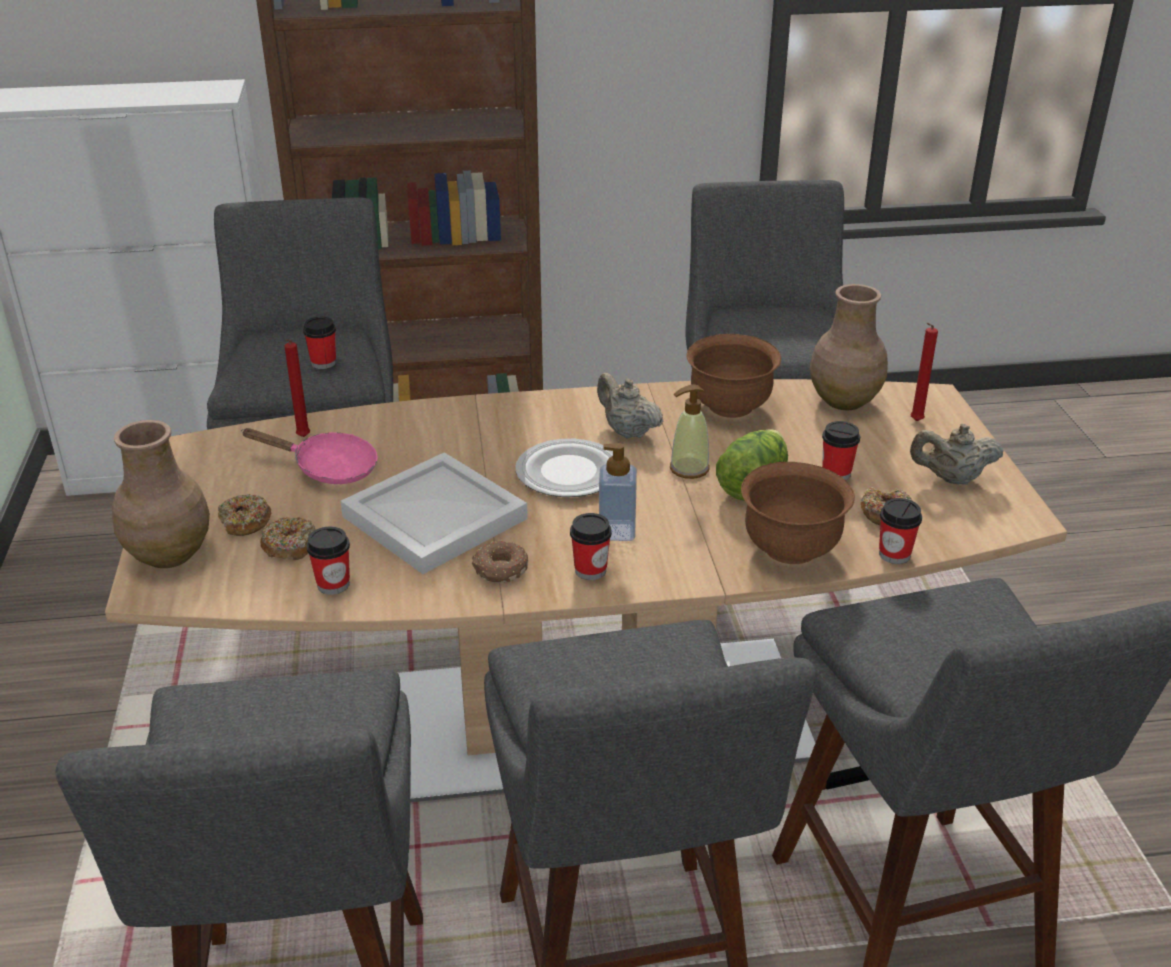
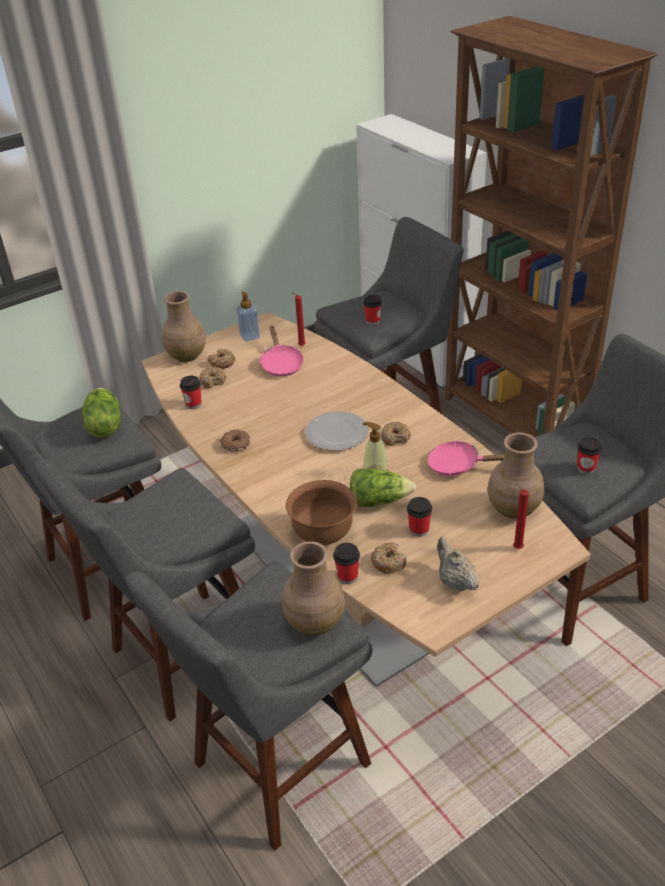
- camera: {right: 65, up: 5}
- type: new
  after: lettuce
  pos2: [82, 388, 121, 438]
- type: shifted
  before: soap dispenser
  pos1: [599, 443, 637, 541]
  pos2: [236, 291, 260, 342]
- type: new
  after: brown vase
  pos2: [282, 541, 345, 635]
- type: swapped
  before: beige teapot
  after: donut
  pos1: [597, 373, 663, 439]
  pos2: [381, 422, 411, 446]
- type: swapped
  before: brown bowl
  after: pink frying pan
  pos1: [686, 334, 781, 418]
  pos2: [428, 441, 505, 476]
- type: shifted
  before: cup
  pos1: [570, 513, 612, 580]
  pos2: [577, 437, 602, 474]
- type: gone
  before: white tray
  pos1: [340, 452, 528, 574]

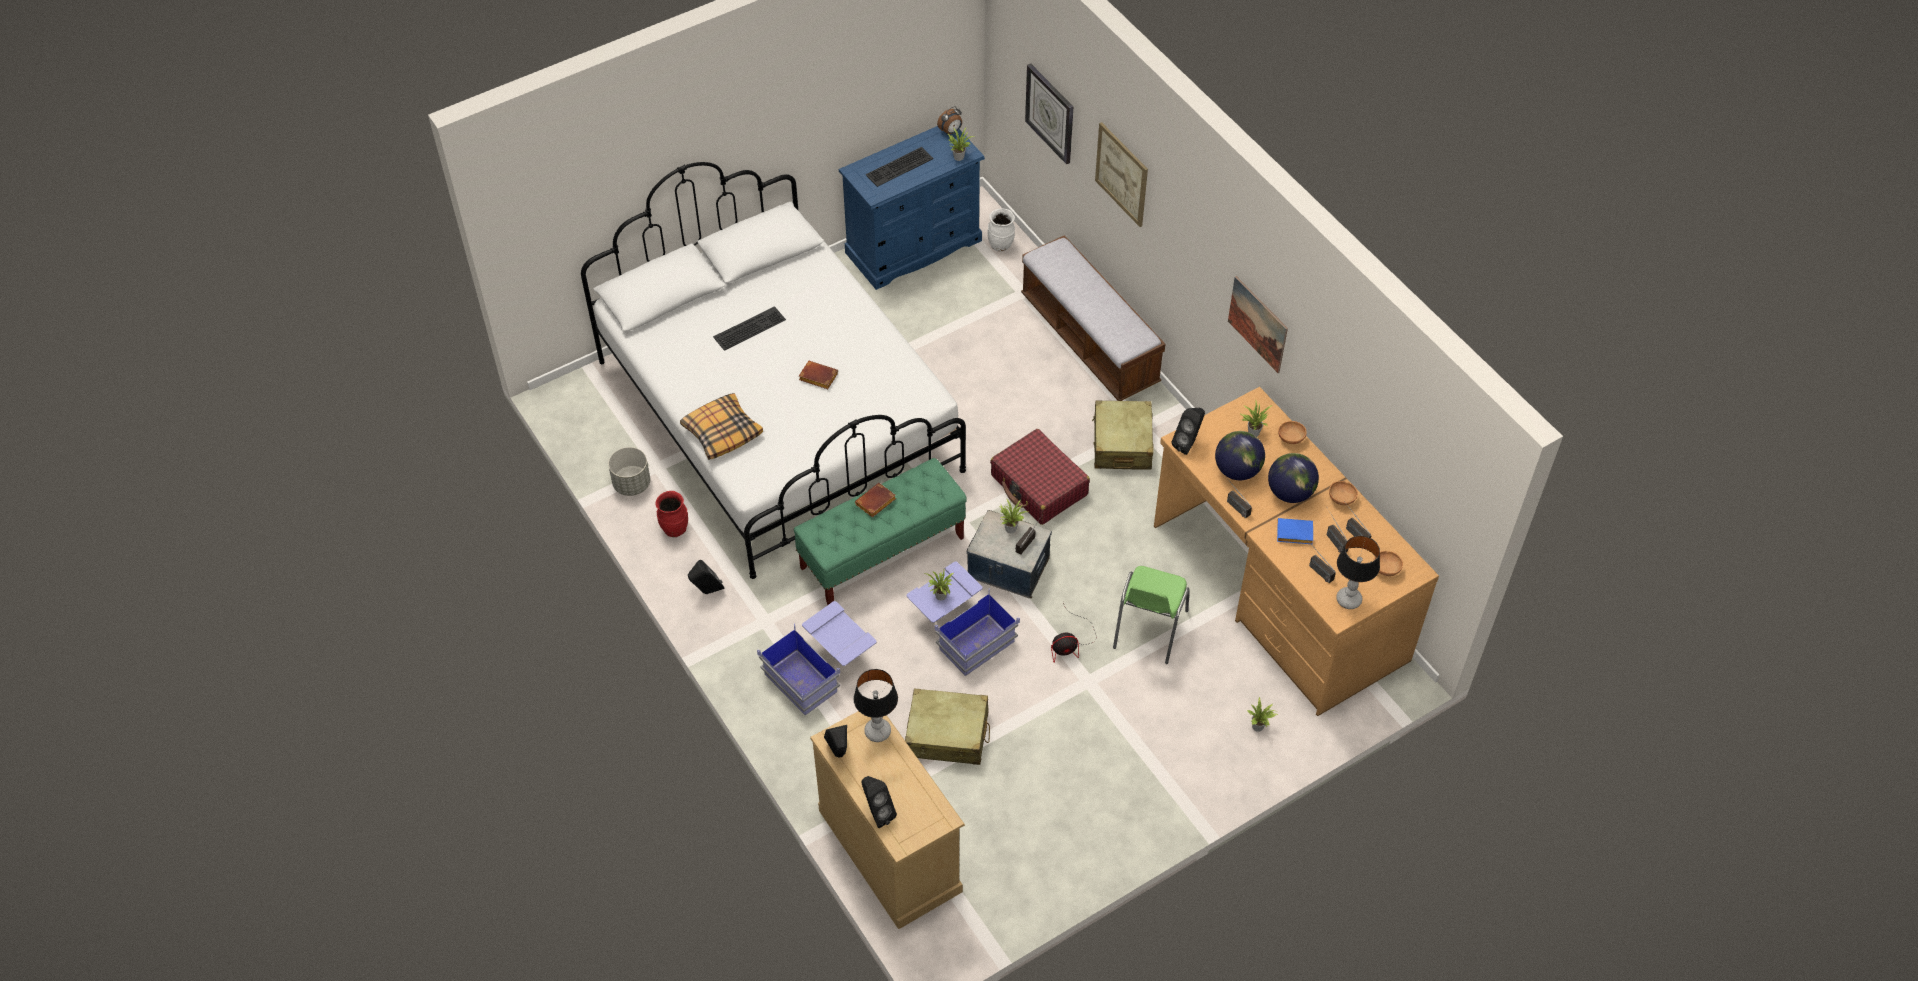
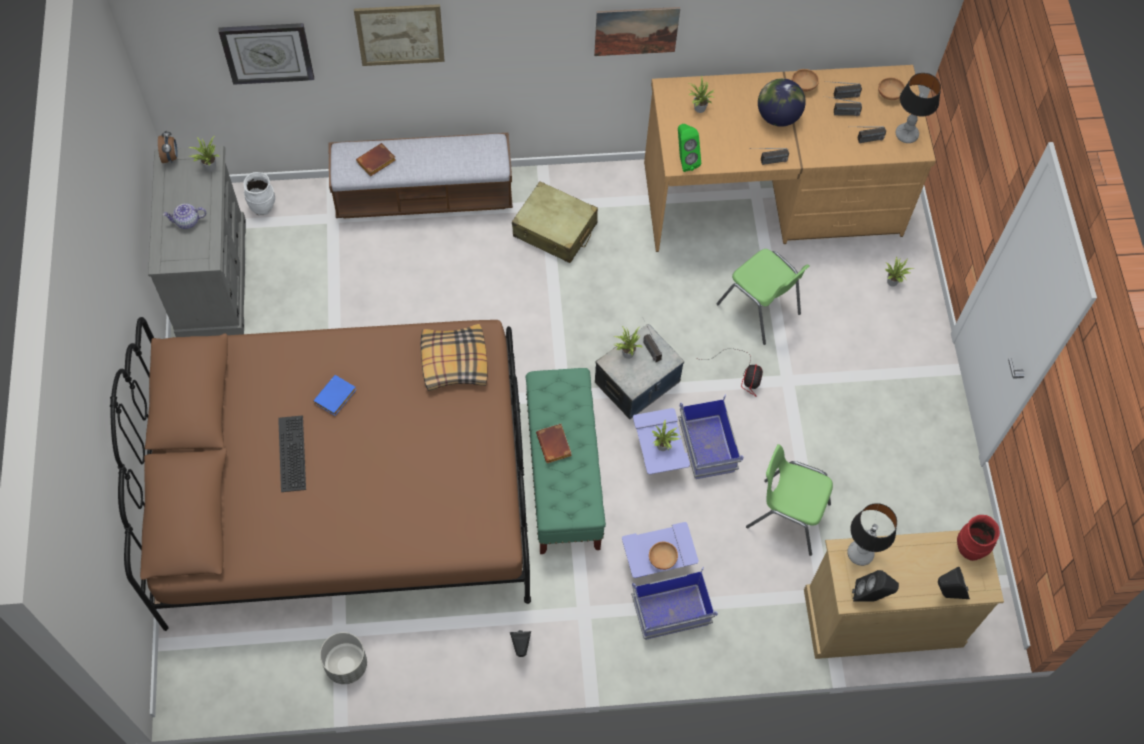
- camera: {right: -65, up: 10}
- type: repainted
  before: white bed
  after: brown bed
  pos1: [581, 162, 966, 579]
  pos2: [110, 317, 531, 631]
- type: repainted
  before: blue dresser
  after: grey dresser
  pos1: [839, 126, 985, 290]
  pos2: [148, 146, 246, 337]
- type: swapped
  before: keyboard
  after: teapot
  pos1: [866, 147, 934, 187]
  pos2: [163, 203, 206, 229]
- type: shifted
  before: blue book
  pos1: [1277, 518, 1313, 544]
  pos2: [313, 375, 356, 416]
- type: shifted
  before: brown book
  pos1: [799, 361, 838, 389]
  pos2: [356, 143, 396, 177]
- type: shifted
  before: pillow
  pos1: [680, 393, 763, 460]
  pos2: [421, 324, 488, 391]
- type: shifted
  before: brown bowl
  pos1: [1278, 421, 1307, 444]
  pos2: [649, 542, 678, 570]
- type: repainted
  before: black speaker
  after: green speaker
  pos1: [1171, 408, 1205, 455]
  pos2: [678, 124, 701, 172]
- type: swapped
  before: beige suitcase
  after: green chair
  pos1: [905, 689, 990, 765]
  pos2: [746, 444, 833, 556]
- type: shifted
  before: red vase
  pos1: [655, 491, 688, 537]
  pos2: [957, 515, 1000, 561]
- type: gone
  before: red suitcase
  pos1: [990, 429, 1090, 525]
- type: gone
  before: globe
  pos1: [1215, 431, 1265, 480]

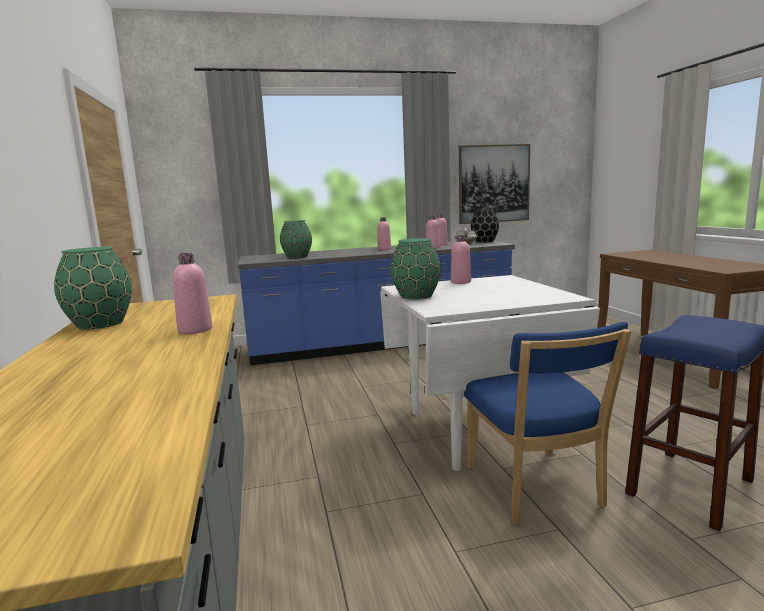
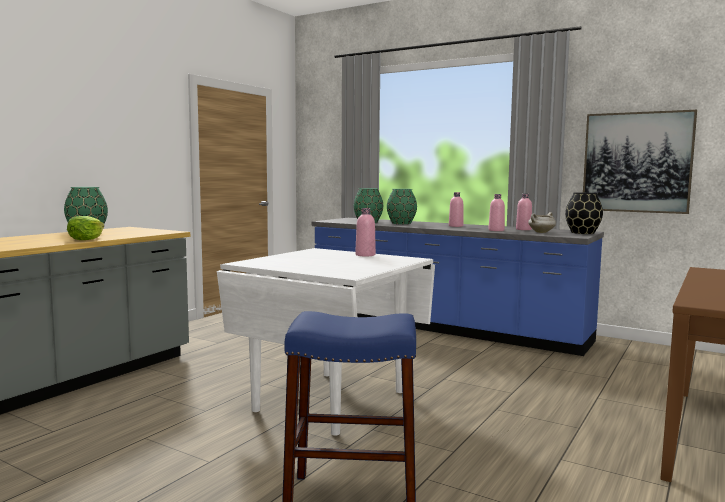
- camera: {right: 45, up: -5}
- type: swapped
  before: pink bottle
  after: lettuce
  pos1: [172, 253, 213, 334]
  pos2: [67, 216, 104, 240]
- type: shifted
  before: green vase
  pos1: [391, 238, 441, 300]
  pos2: [387, 189, 417, 224]
- type: gone
  before: blue chair
  pos1: [464, 322, 631, 525]

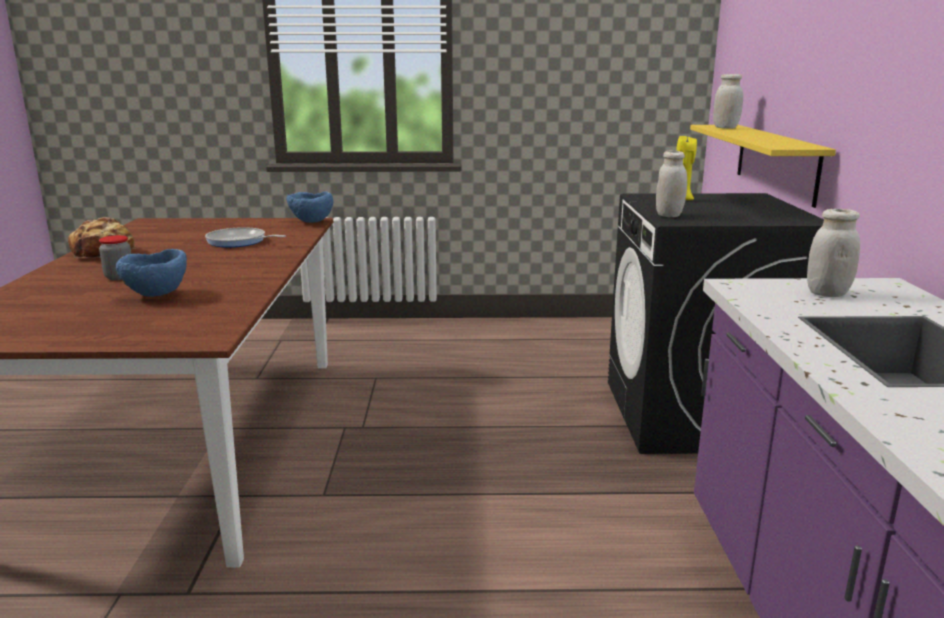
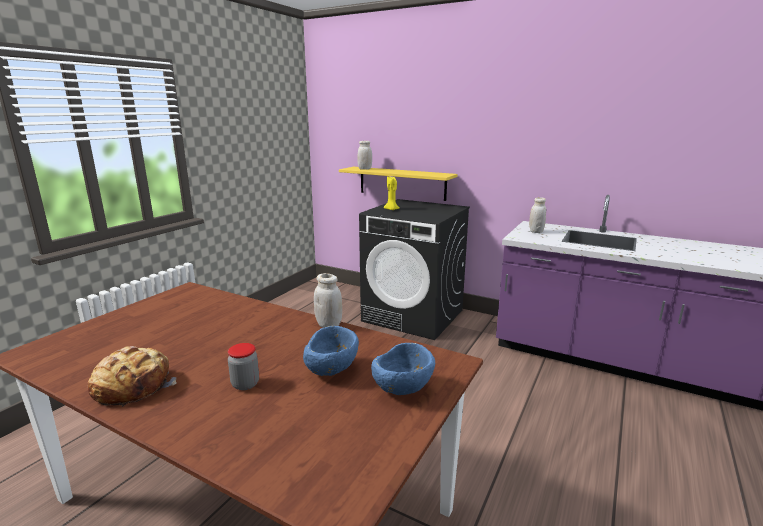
- camera: {right: -60, up: 0}
- type: shifted
  before: white jar
  pos1: [656, 150, 687, 217]
  pos2: [314, 273, 342, 328]
- type: shifted
  before: blue bowl
  pos1: [286, 191, 333, 223]
  pos2: [371, 343, 435, 395]
- type: gone
  before: frying pan
  pos1: [205, 227, 286, 248]

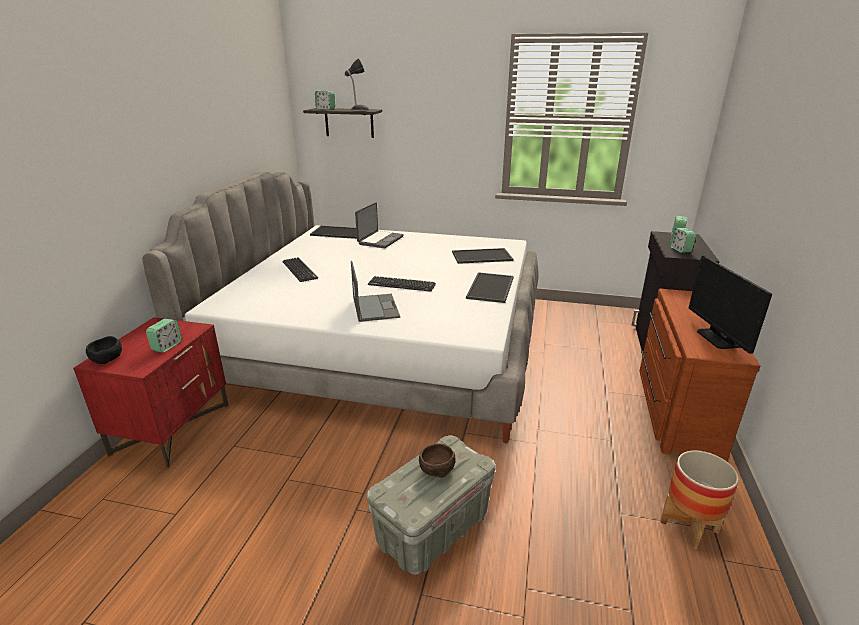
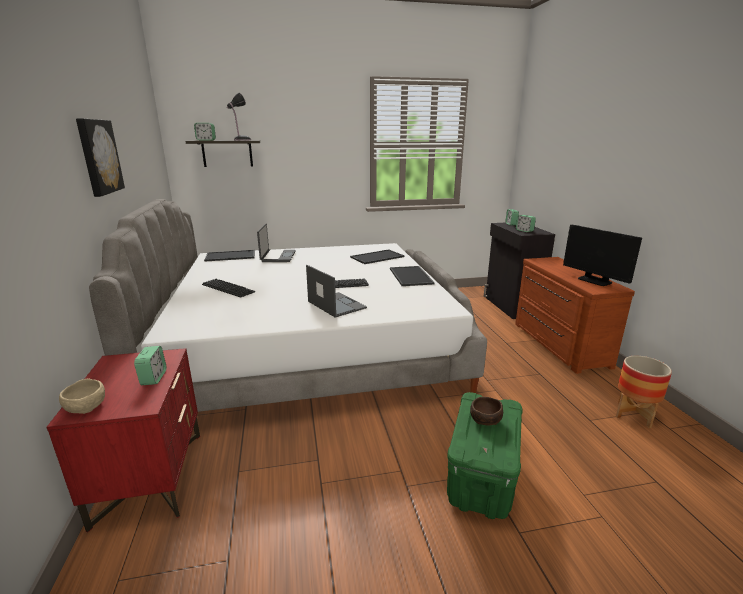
- camera: {right: -25, up: -5}
- type: repainted
  before: black bowl
  after: beige bowl
  pos1: [86, 336, 122, 364]
  pos2: [59, 378, 105, 414]
- type: new
  after: picture
  pos2: [76, 118, 125, 197]
- type: repainted
  before: grey storage box
  after: green storage box
  pos1: [367, 435, 496, 575]
  pos2: [447, 392, 523, 519]

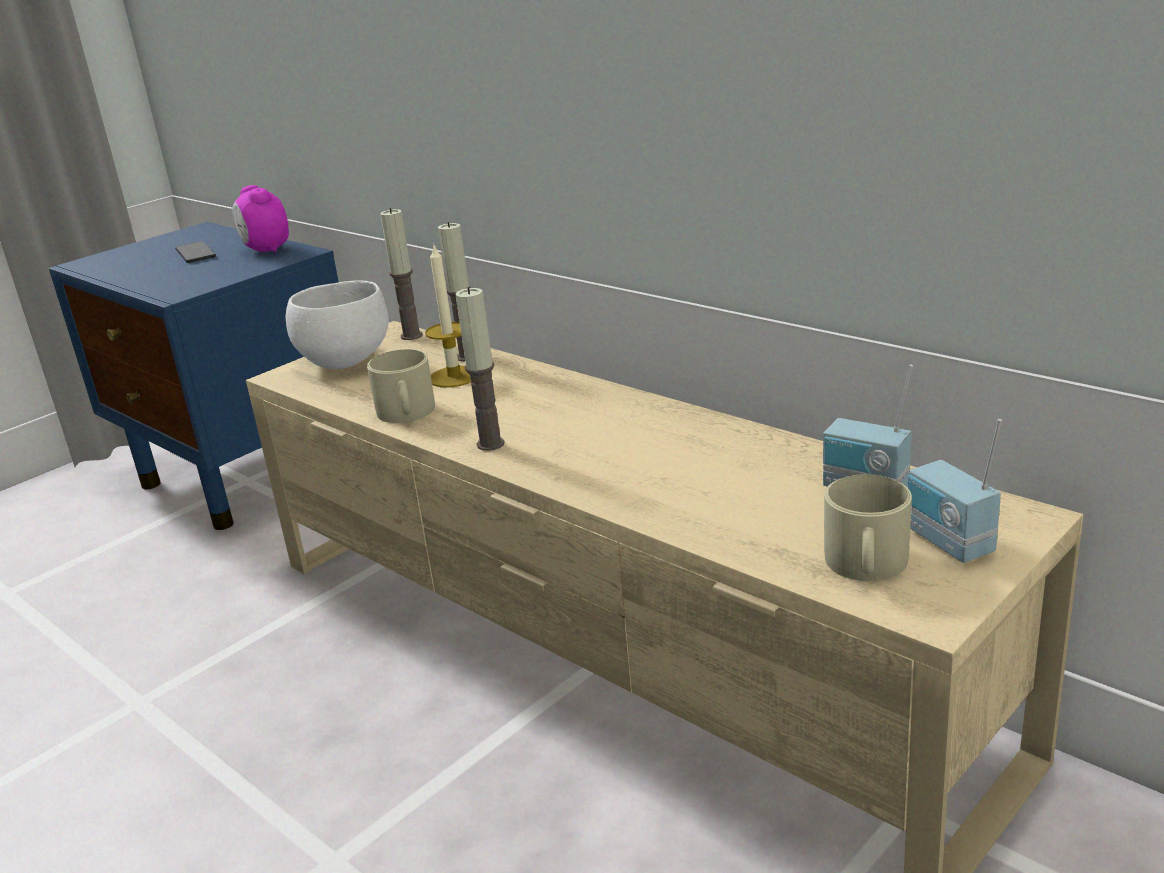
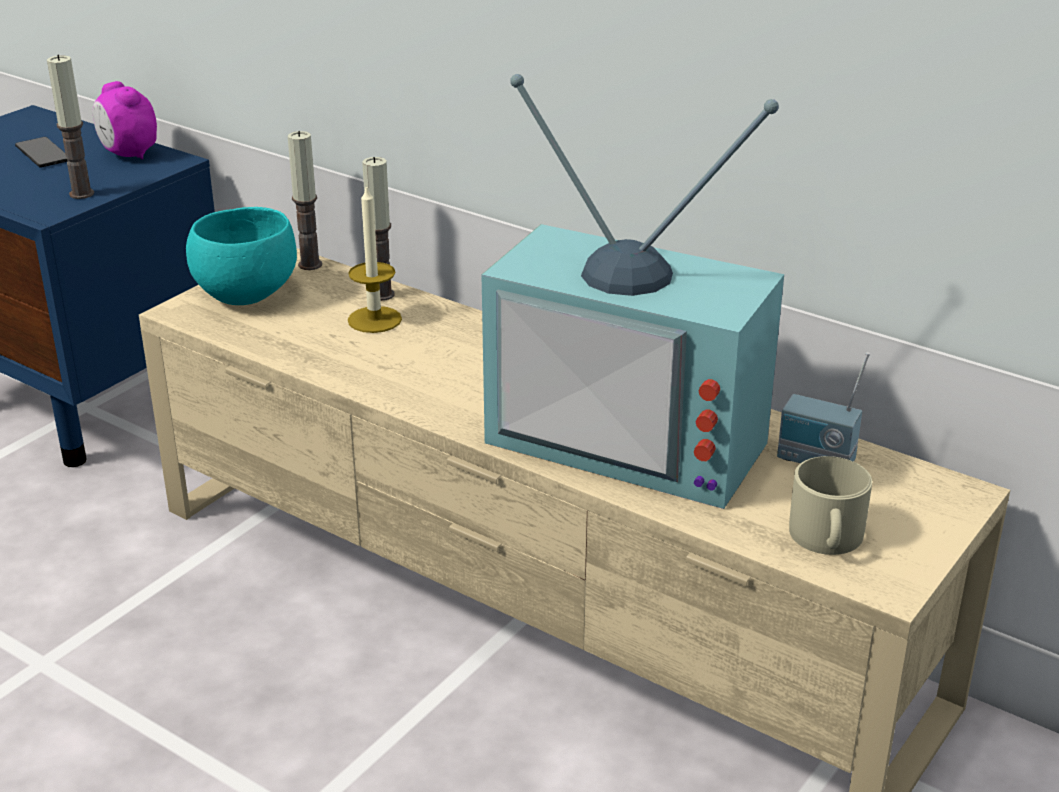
- camera: {right: -10, up: 5}
- type: shifted
  before: candle
  pos1: [455, 287, 504, 451]
  pos2: [47, 55, 94, 199]
- type: repainted
  before: white bowl
  after: turquoise bowl
  pos1: [286, 280, 389, 369]
  pos2: [186, 207, 297, 305]
- type: new
  after: television
  pos2: [482, 74, 784, 509]
- type: gone
  before: beige mug
  pos1: [367, 349, 435, 423]
- type: gone
  before: radio
  pos1: [908, 419, 1002, 563]

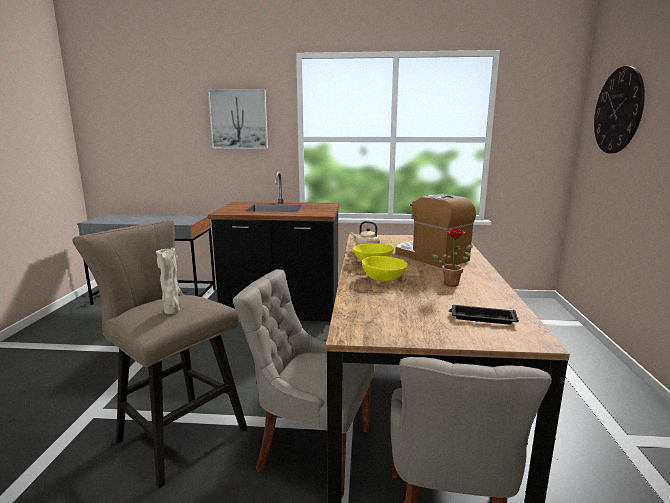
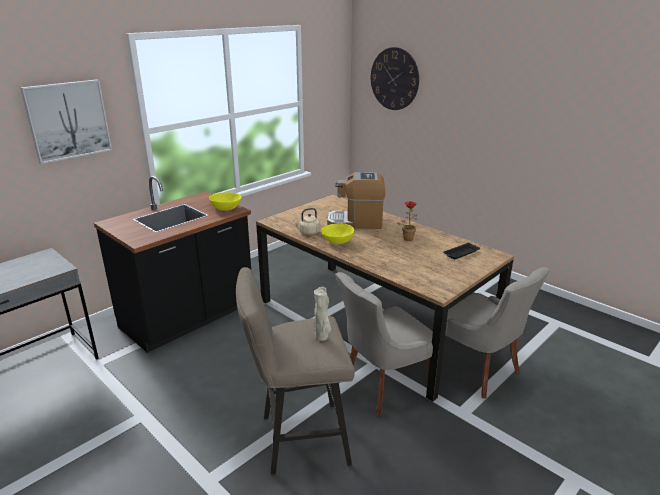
- camera: {right: -50, up: 10}
- type: shifted
  before: yellow bowl
  pos1: [362, 256, 408, 282]
  pos2: [209, 192, 241, 211]

